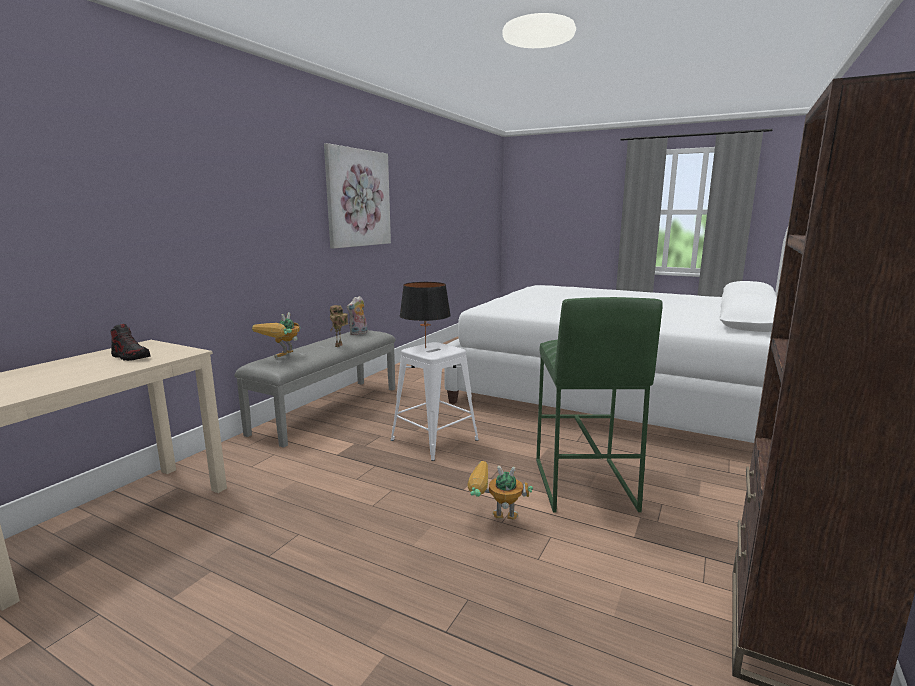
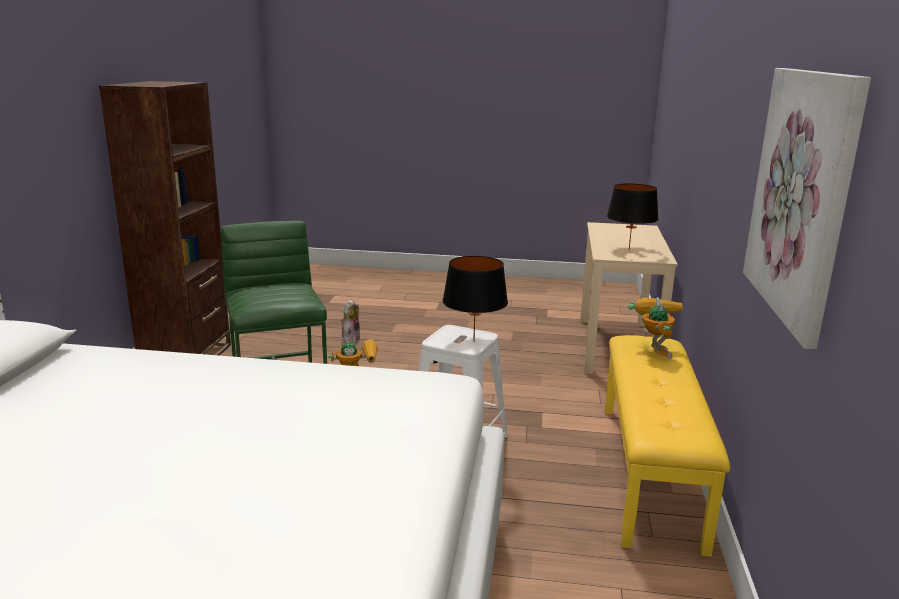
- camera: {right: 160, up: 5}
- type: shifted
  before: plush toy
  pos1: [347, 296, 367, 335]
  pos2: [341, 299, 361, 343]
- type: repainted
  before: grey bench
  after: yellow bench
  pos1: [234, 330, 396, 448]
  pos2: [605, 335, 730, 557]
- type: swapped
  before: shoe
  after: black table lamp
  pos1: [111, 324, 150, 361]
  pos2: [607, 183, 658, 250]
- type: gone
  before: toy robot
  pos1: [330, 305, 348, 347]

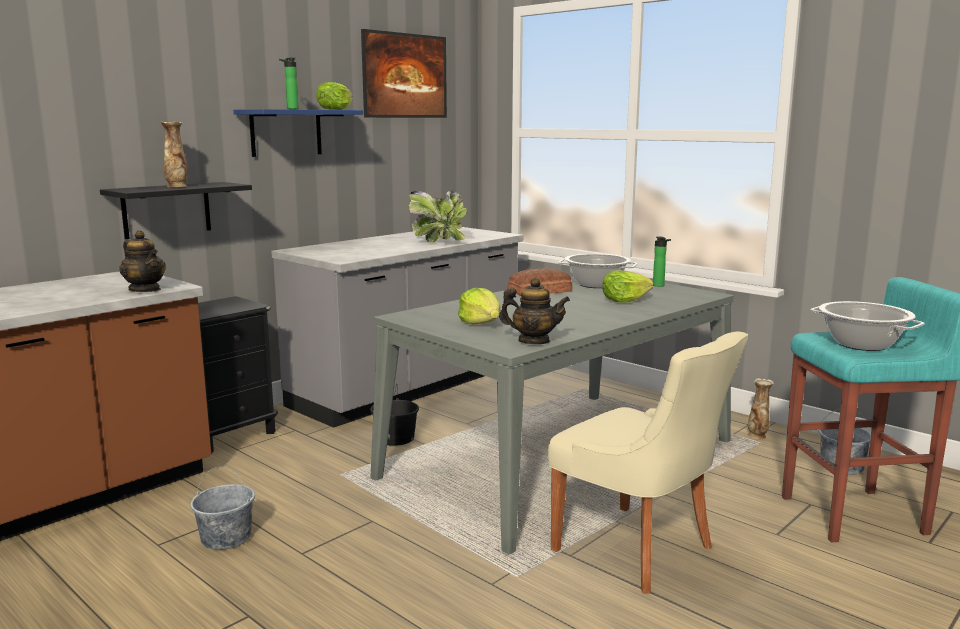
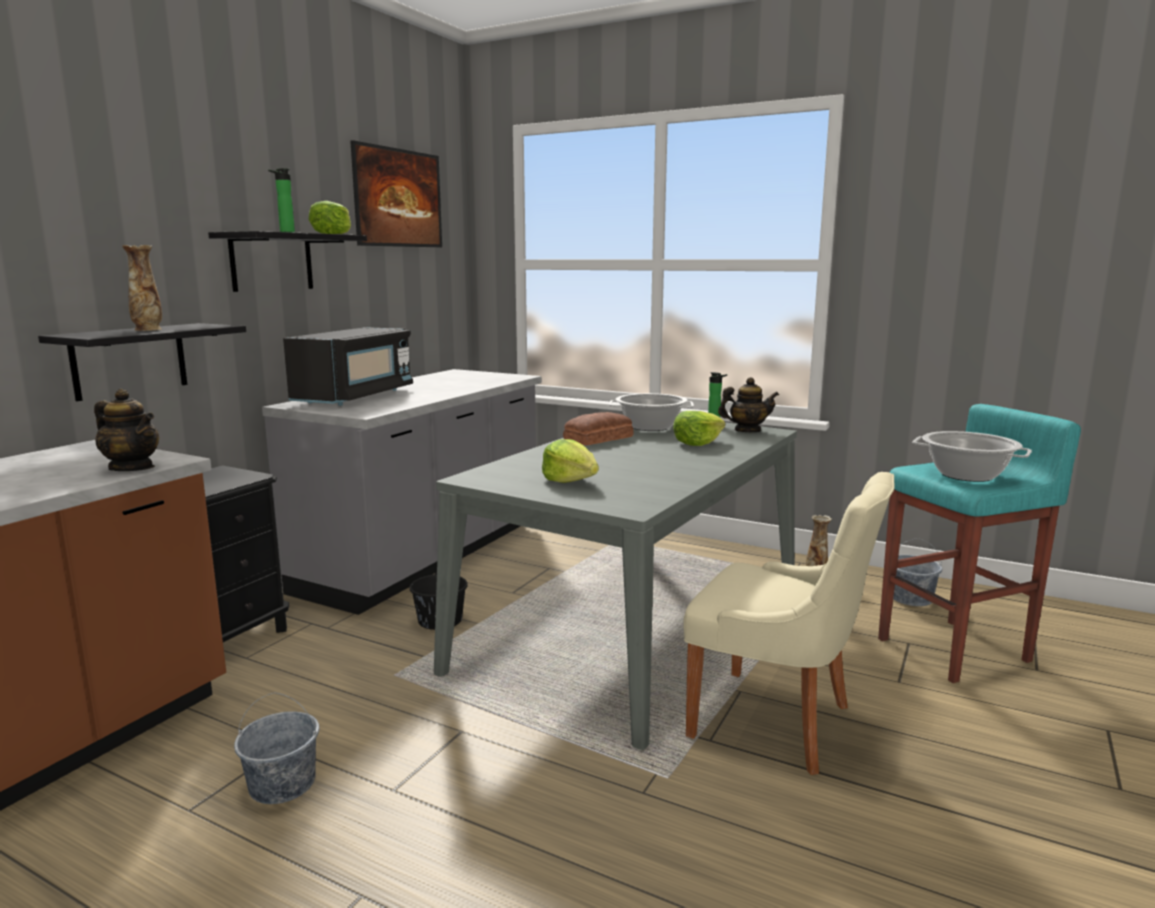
- camera: {right: -15, up: 0}
- type: repainted
  before: blue shelf
  after: black shelf
  pos1: [233, 109, 363, 157]
  pos2: [208, 231, 367, 292]
- type: new
  after: black microwave
  pos2: [283, 327, 413, 406]
- type: shifted
  before: teapot
  pos1: [499, 278, 570, 344]
  pos2: [718, 377, 779, 432]
- type: gone
  before: potted plant
  pos1: [409, 190, 467, 243]

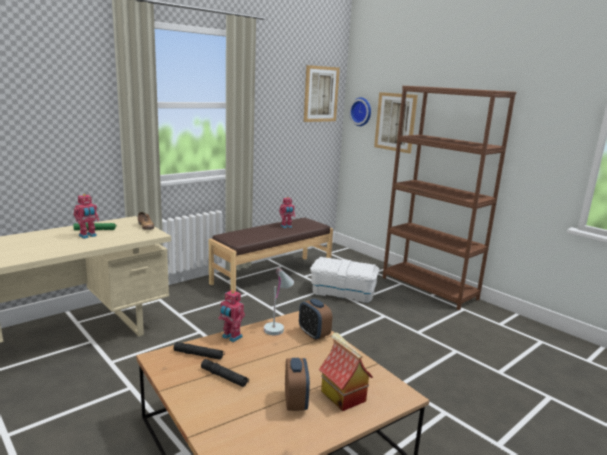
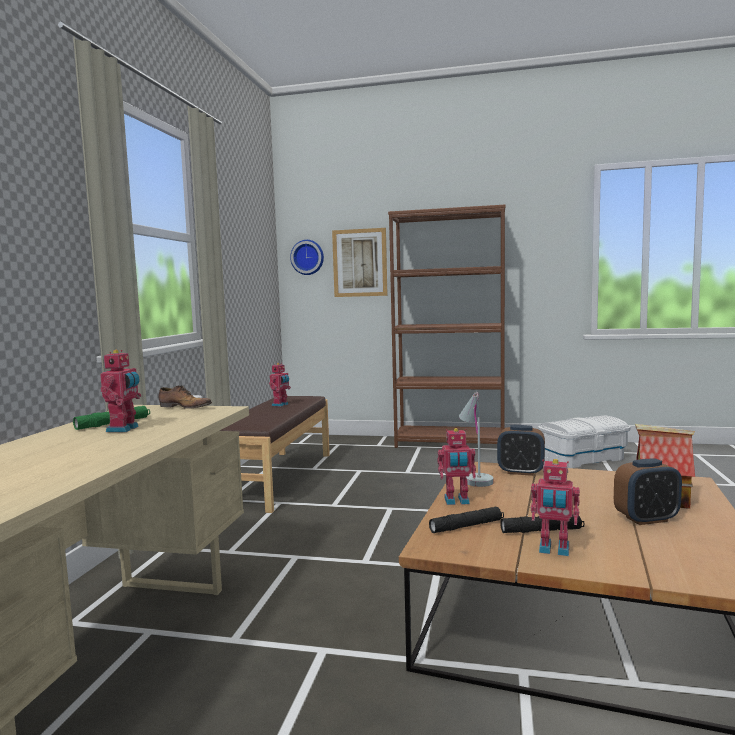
- camera: {right: -35, up: -10}
- type: new
  after: toy robot
  pos2: [531, 459, 580, 556]
- type: shifted
  before: white storage box
  pos1: [310, 257, 379, 303]
  pos2: [538, 415, 631, 468]
- type: rotated
  before: alarm clock
  pos1: [285, 358, 310, 411]
  pos2: [614, 459, 682, 525]
  turn: 120
- type: gone
  before: picture
  pos1: [304, 65, 340, 122]

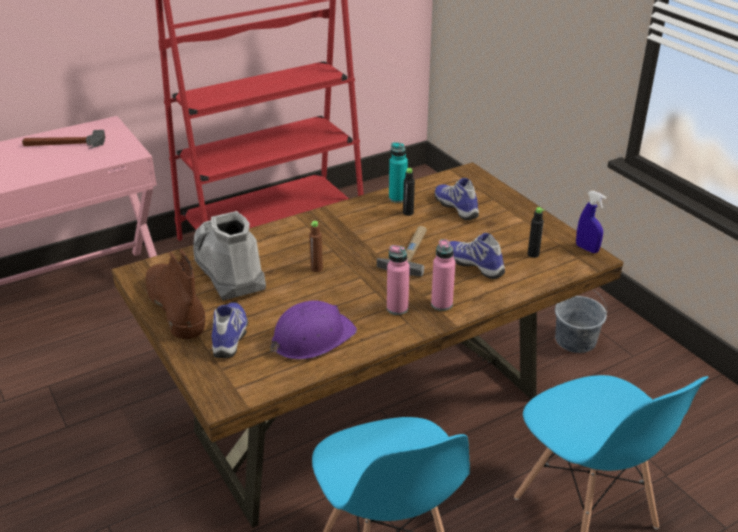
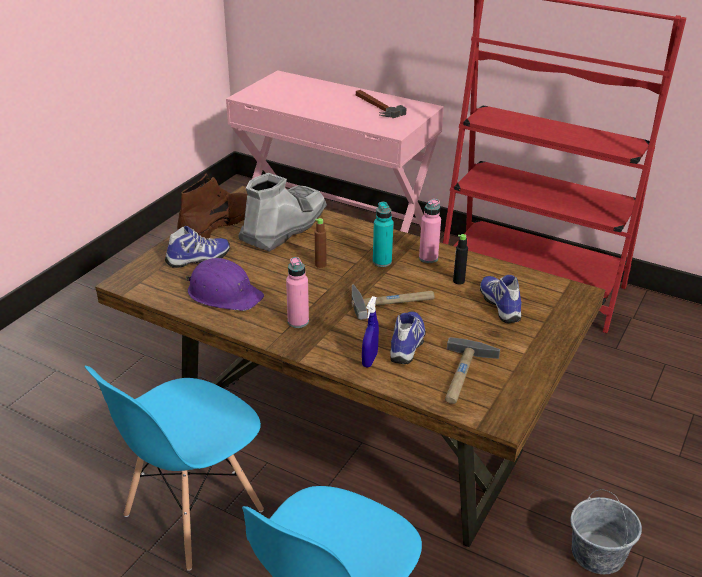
- camera: {right: 60, up: 0}
- type: shifted
  before: blue spray bottle
  pos1: [576, 191, 606, 253]
  pos2: [362, 296, 379, 367]
- type: shifted
  before: turquoise bottle
  pos1: [389, 142, 408, 203]
  pos2: [373, 202, 393, 267]
- type: shifted
  before: pink bottle
  pos1: [431, 239, 455, 311]
  pos2: [419, 199, 441, 263]
- type: swapped
  before: black bottle
  after: hammer
  pos1: [528, 207, 544, 258]
  pos2: [445, 337, 500, 404]
- type: rotated
  before: shoe
  pos1: [434, 178, 479, 220]
  pos2: [480, 275, 521, 323]
  turn: -45

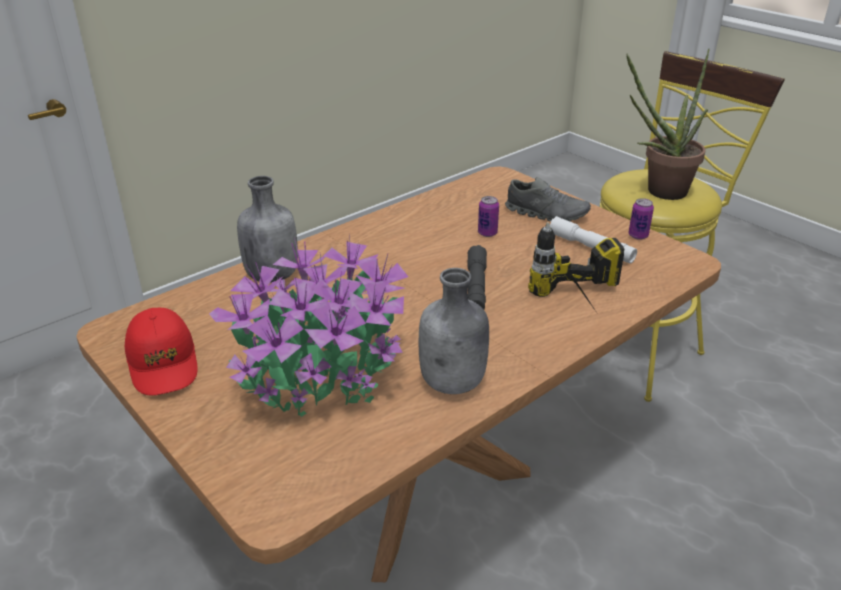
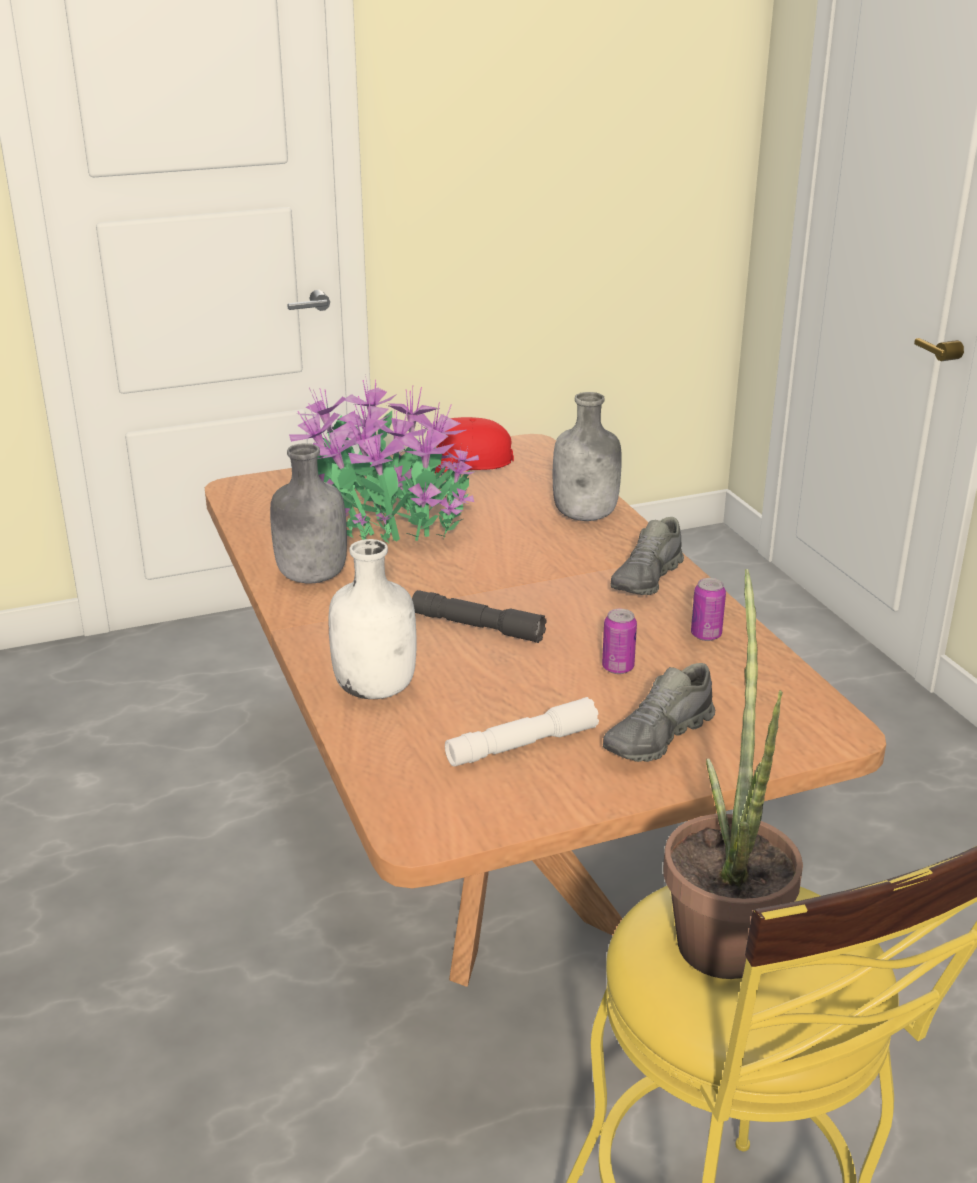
- camera: {right: 110, up: -5}
- type: swapped
  before: power drill
  after: white bottle
  pos1: [528, 222, 625, 310]
  pos2: [329, 539, 416, 699]
- type: new
  after: grey shoe
  pos2: [610, 517, 684, 595]
- type: shifted
  before: can
  pos1: [628, 198, 654, 240]
  pos2: [691, 578, 726, 641]

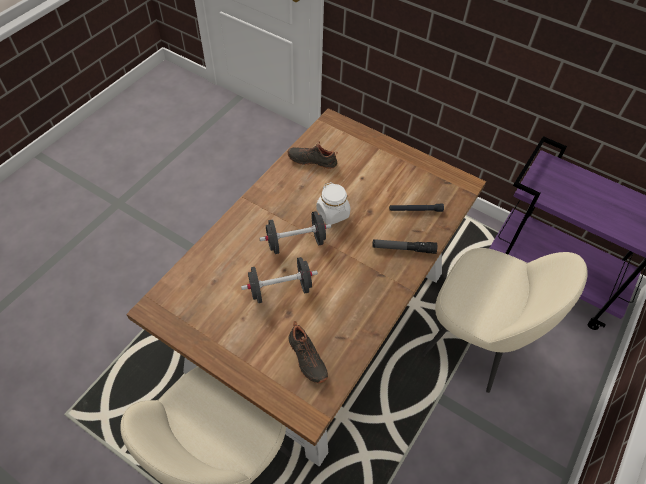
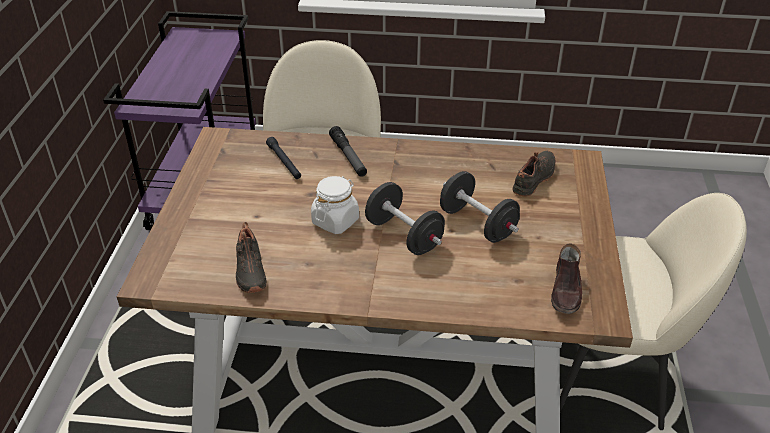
- camera: {right: -115, up: -15}
- type: new
  after: brown shoe
  pos2: [551, 243, 582, 314]

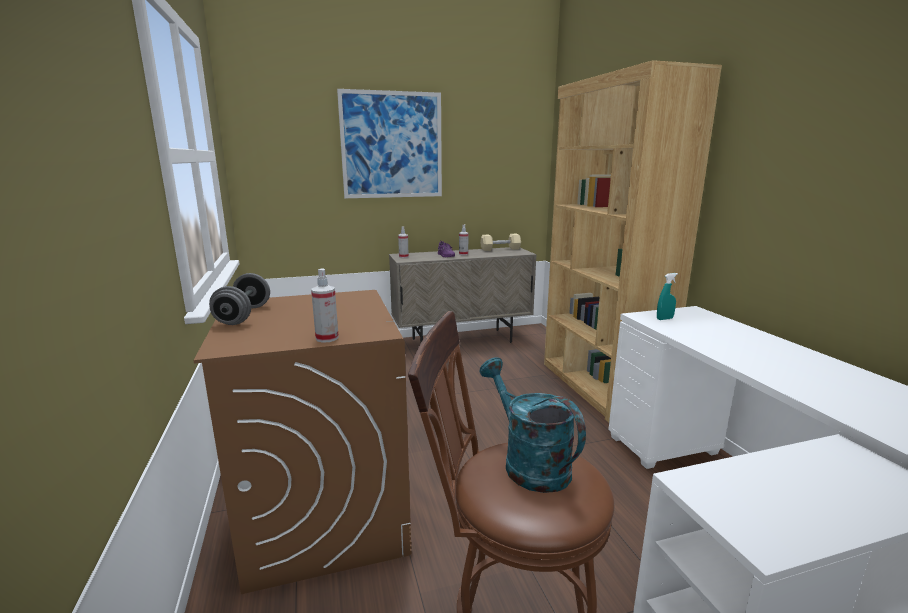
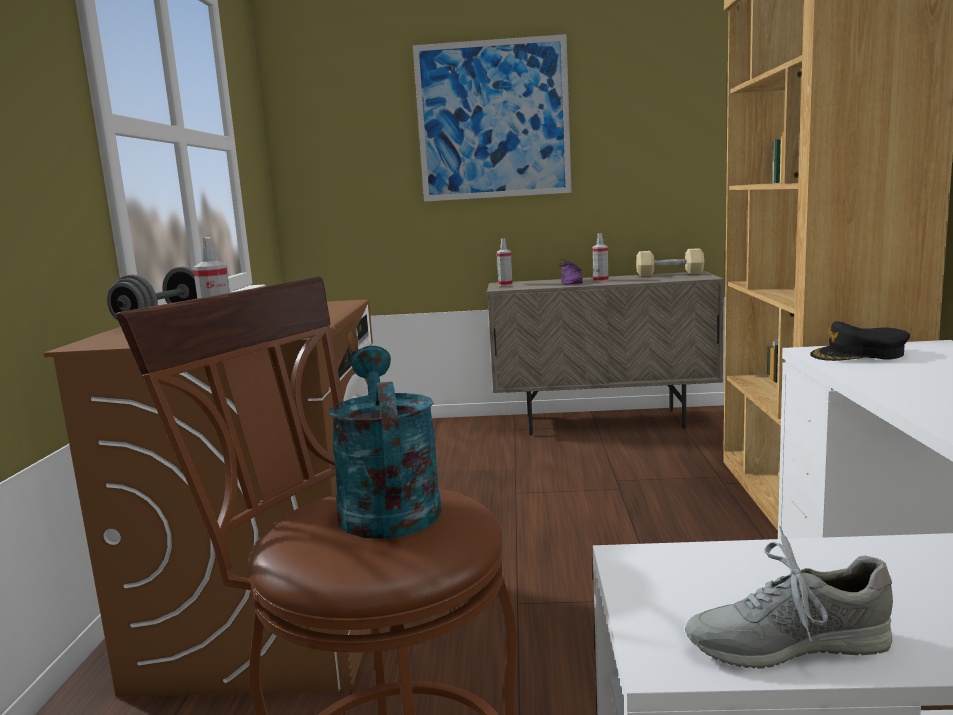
- camera: {right: 20, up: -5}
- type: new
  after: grey shoe
  pos2: [685, 526, 893, 669]
- type: swapped
  before: turquoise spray bottle
  after: black cap
  pos1: [657, 273, 678, 320]
  pos2: [810, 321, 910, 361]

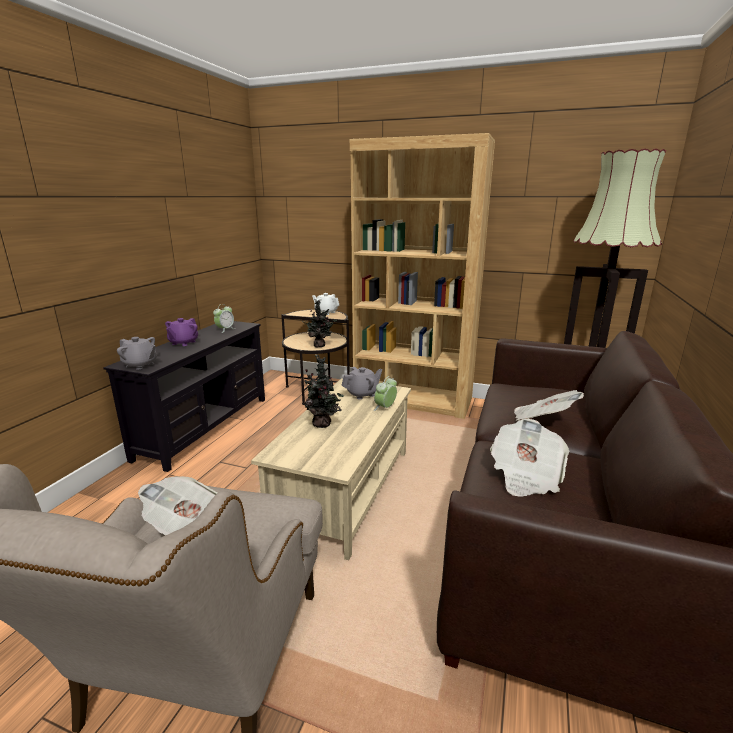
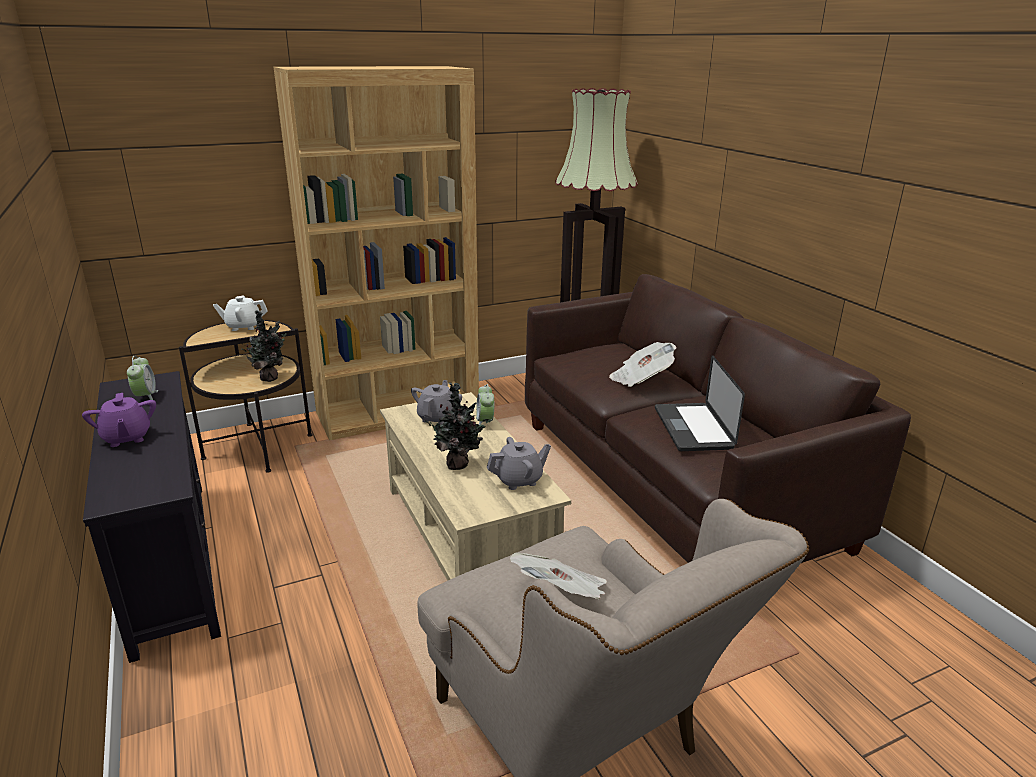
- camera: {right: -45, up: 5}
- type: shifted
  before: grey teapot
  pos1: [117, 337, 157, 369]
  pos2: [487, 437, 551, 490]
- type: swapped
  before: newspaper
  after: laptop
  pos1: [490, 419, 569, 497]
  pos2: [655, 355, 745, 451]

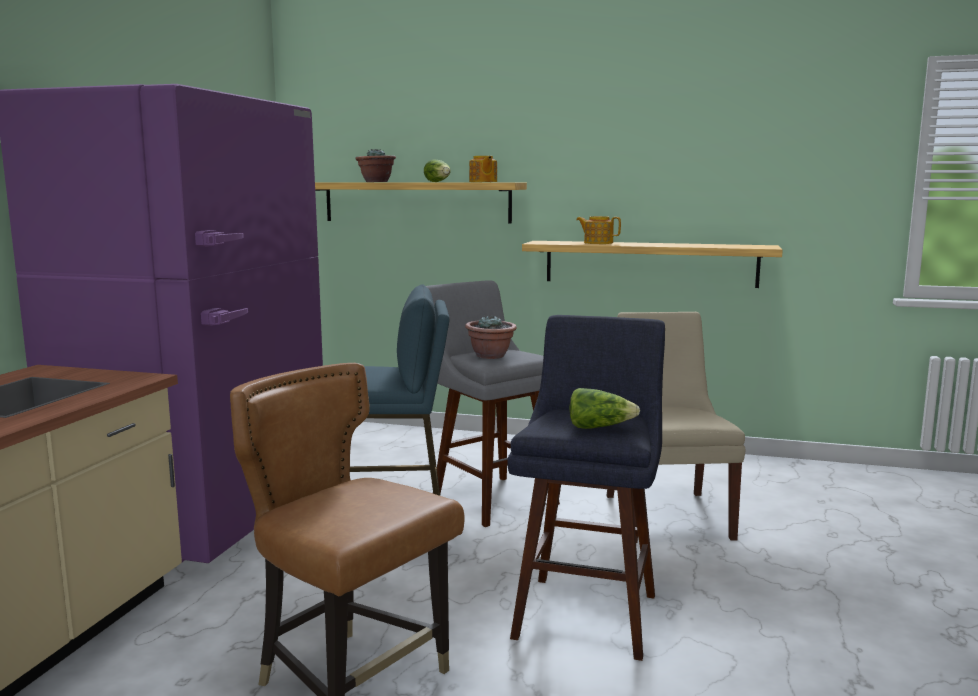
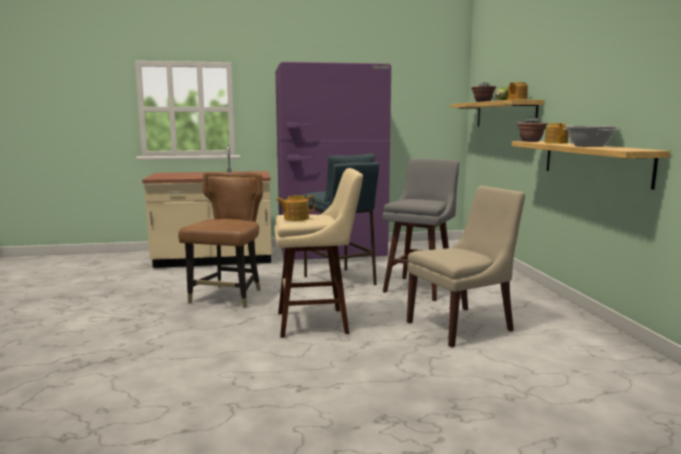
- camera: {right: 65, up: 0}
- type: repainted
  before: blue stool
  after: beige stool
  pos1: [507, 315, 665, 661]
  pos2: [275, 168, 363, 338]
- type: swapped
  before: lettuce
  after: teapot
  pos1: [569, 388, 640, 429]
  pos2: [276, 195, 315, 221]
- type: shifted
  before: potted plant
  pos1: [465, 315, 517, 359]
  pos2: [516, 117, 548, 142]
- type: new
  after: cooking pot
  pos2: [563, 126, 621, 147]

